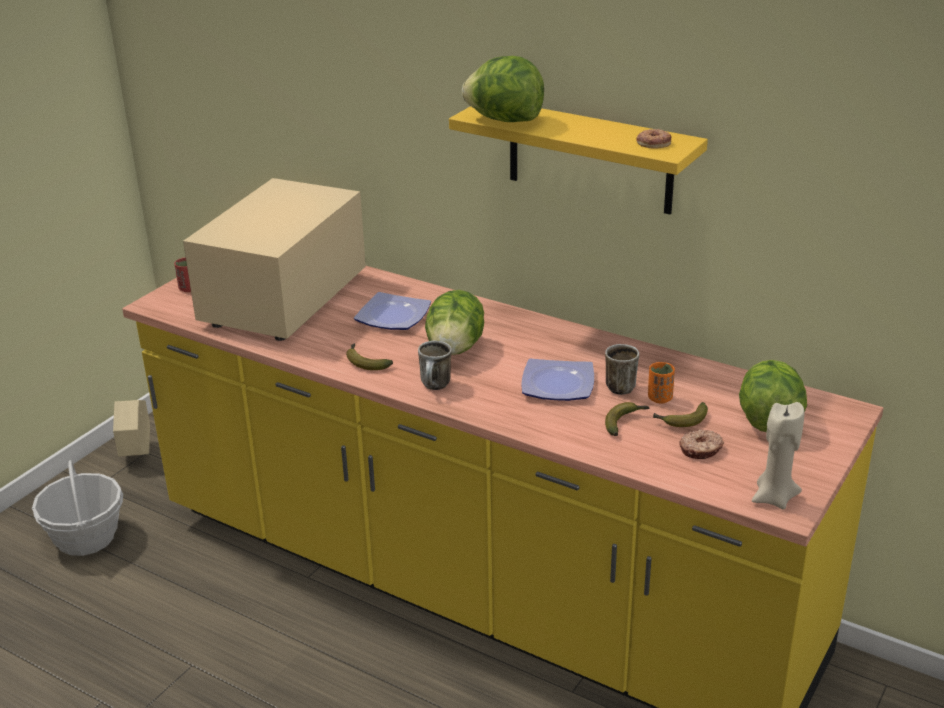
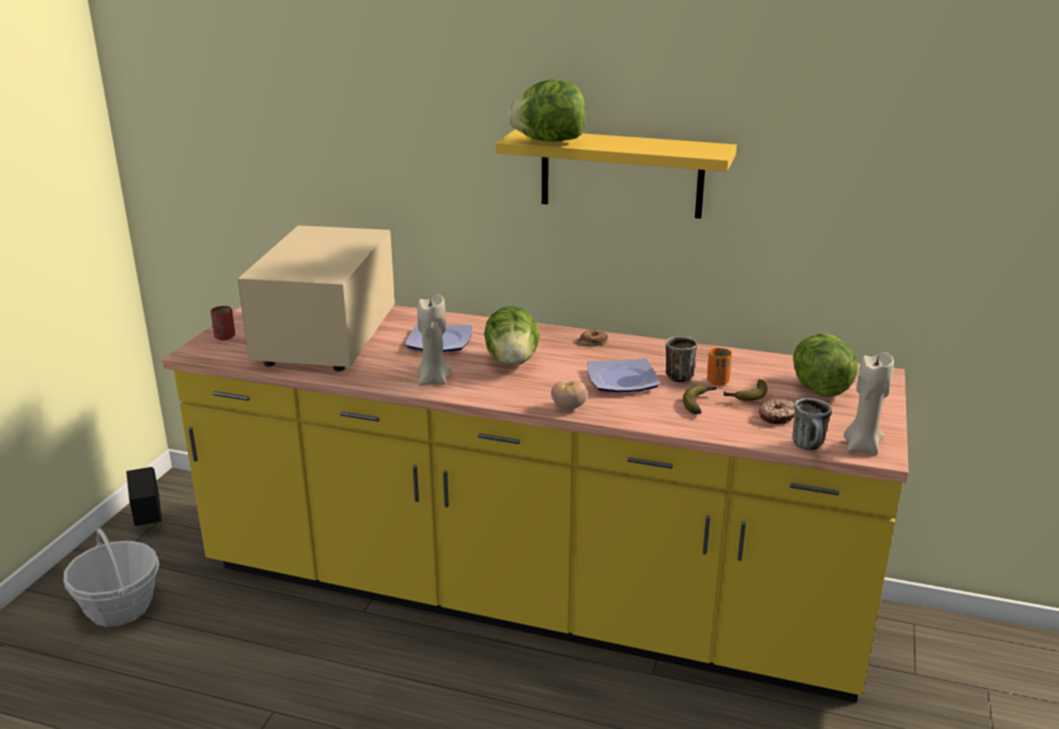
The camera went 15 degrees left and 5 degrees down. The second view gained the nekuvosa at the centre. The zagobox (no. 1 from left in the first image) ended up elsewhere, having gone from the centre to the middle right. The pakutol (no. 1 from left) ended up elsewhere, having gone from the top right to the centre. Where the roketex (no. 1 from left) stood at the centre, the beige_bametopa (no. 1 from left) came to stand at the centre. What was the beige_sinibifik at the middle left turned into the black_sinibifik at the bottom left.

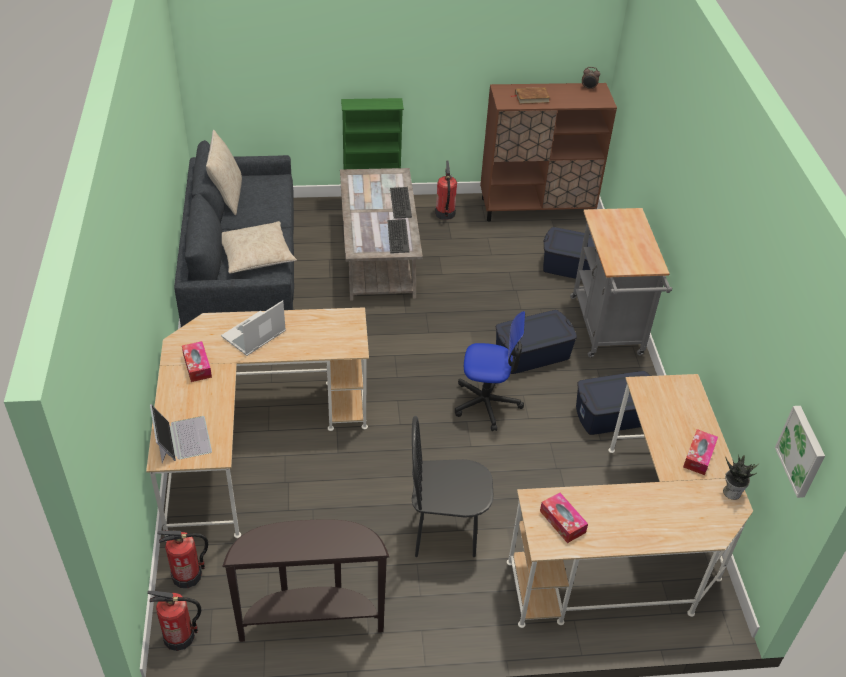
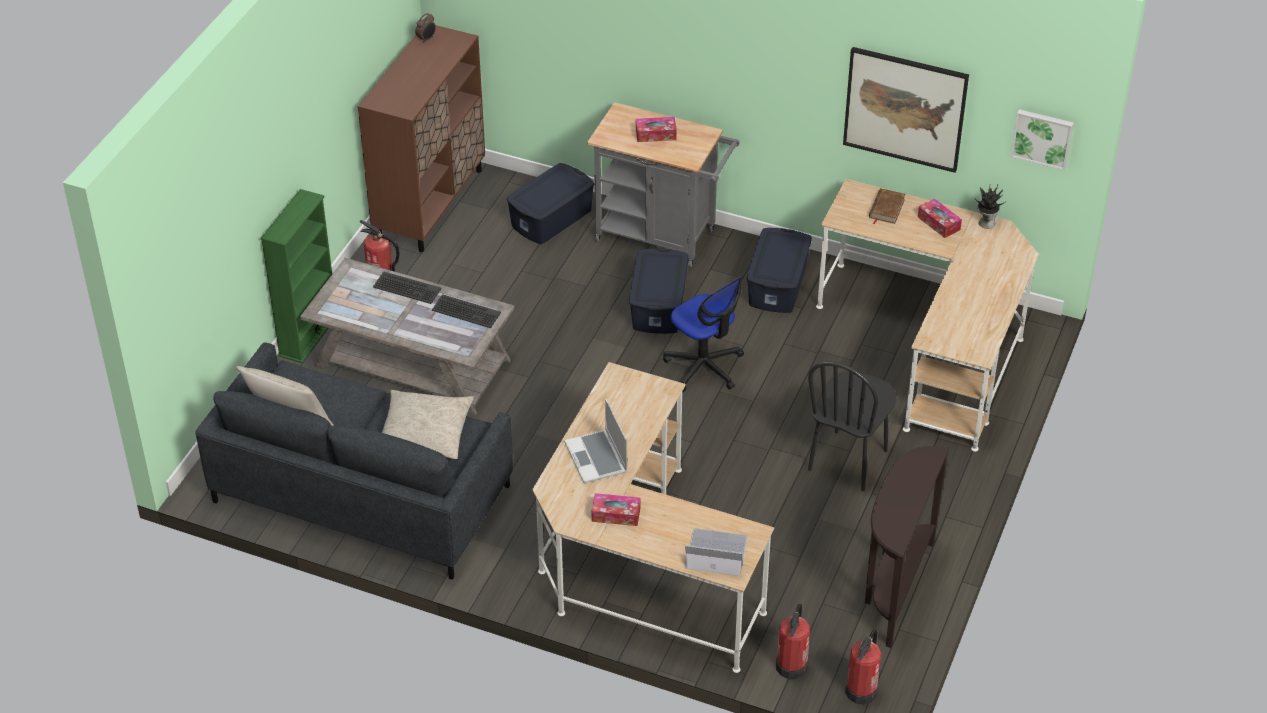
The camera went 60 degrees left and 0 degrees up. The second view gained the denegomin (no. 1 from left) at the top right. The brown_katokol ended up elsewhere, having gone from the top centre to the top right. The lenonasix (no. 2 from left) ended up elsewhere, having gone from the bottom right to the top centre. The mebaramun at the centre ended up facing another way, 105 degrees clockwise from before.

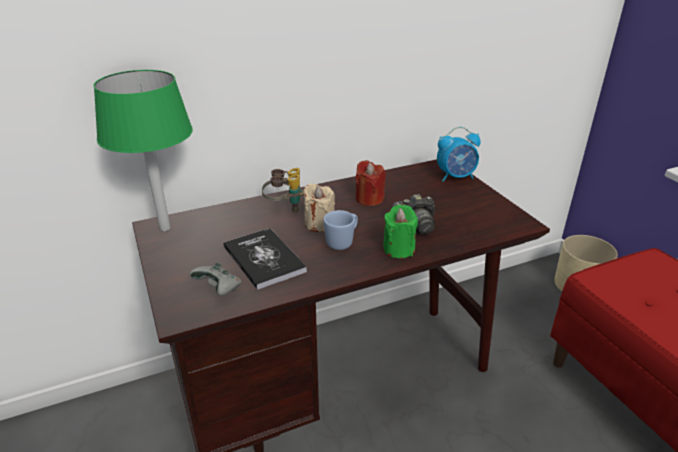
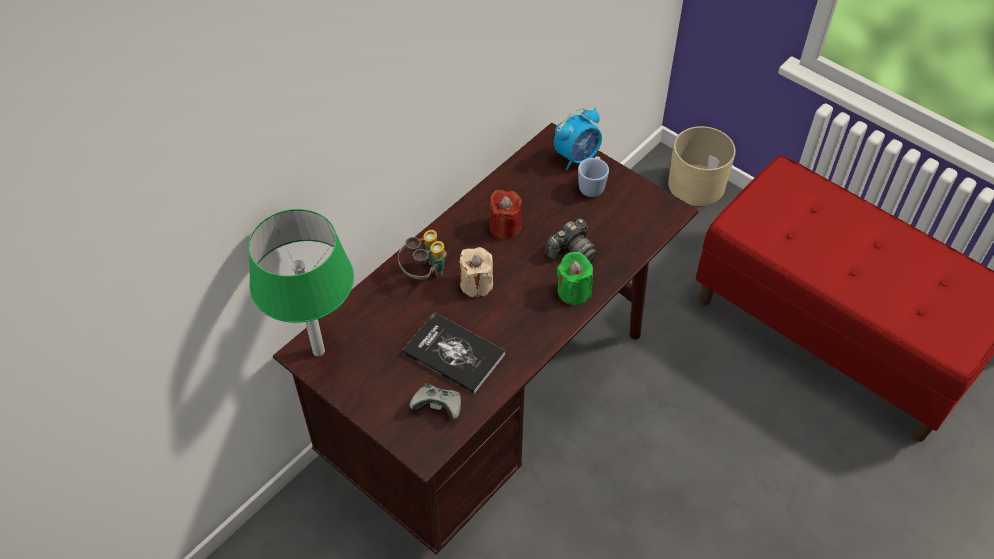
The camera went 25 degrees left and 20 degrees up. The blue_zagobox ended up elsewhere, having gone from the centre to the top centre.

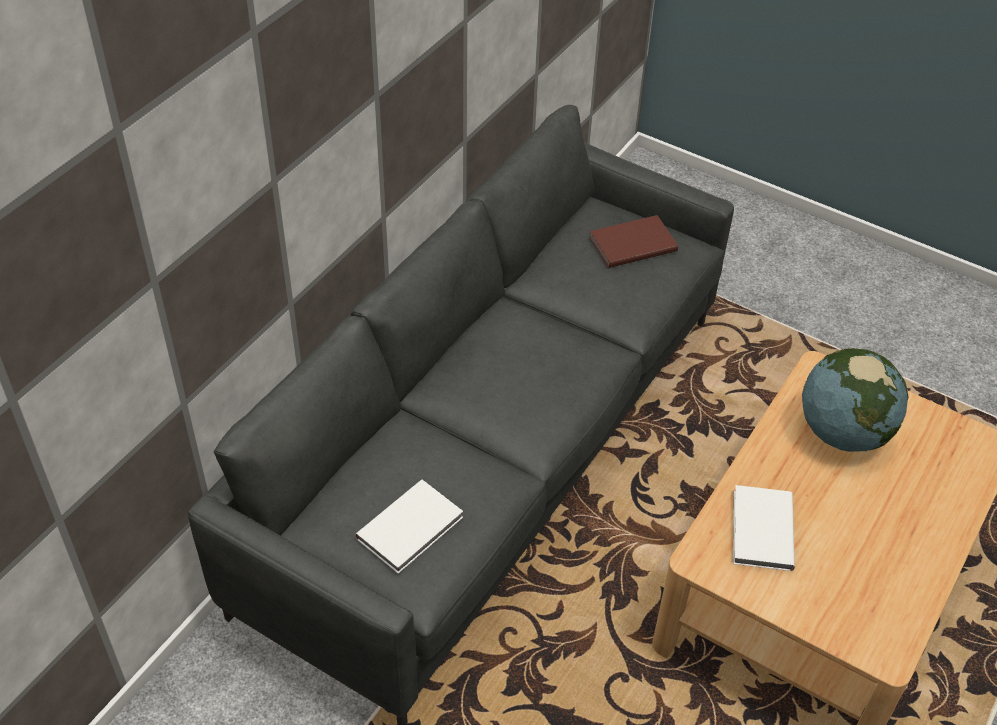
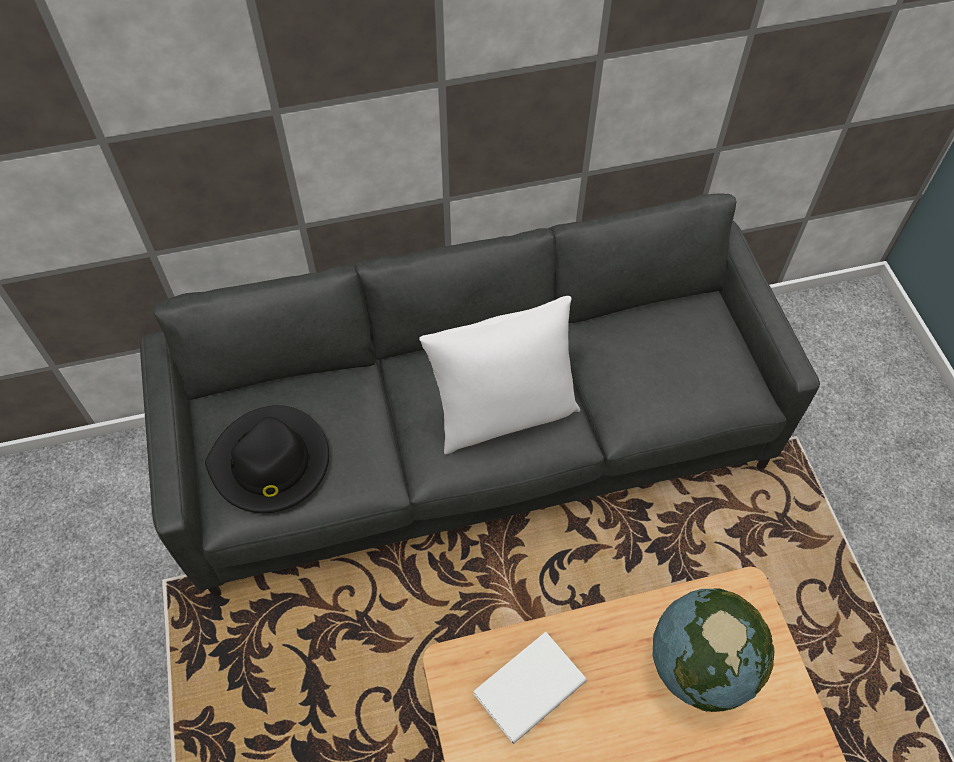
The camera went 45 degrees right and 10 degrees up. The second view lost the brown_katokol at the top centre. The second view gained the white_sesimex at the centre. Where the white_katokol (no. 1 from left) stood at the bottom centre, the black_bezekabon came to stand at the middle left.

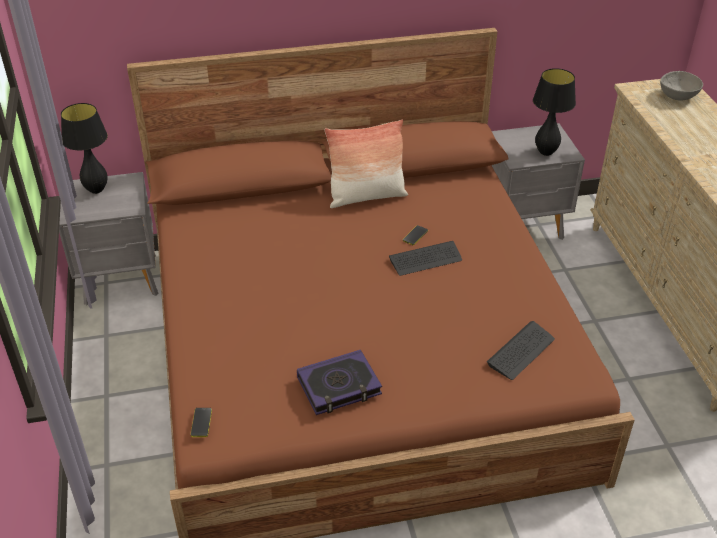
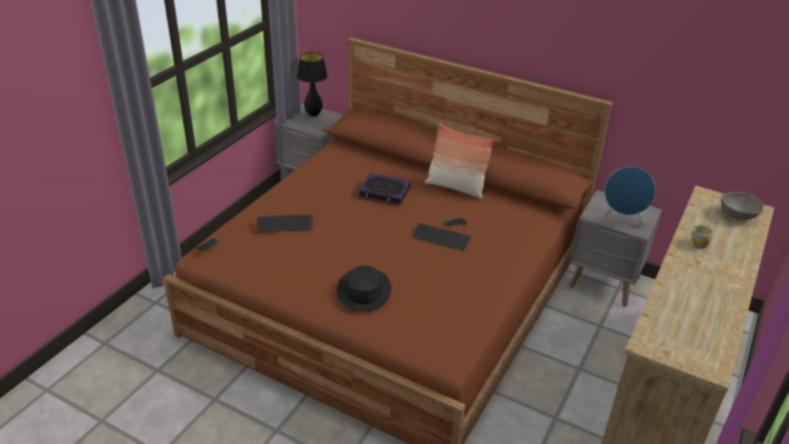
The camera went 40 degrees right and 5 degrees down. The second view gained the black_bezekabon at the centre. The second view gained the zagobox at the middle right. The katokol ended up elsewhere, having gone from the bottom centre to the centre. The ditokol (no. 2 from left in the first image) ended up elsewhere, having gone from the middle right to the centre. Where the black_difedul (no. 2 from left) stood at the top right, the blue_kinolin came to stand at the middle right.

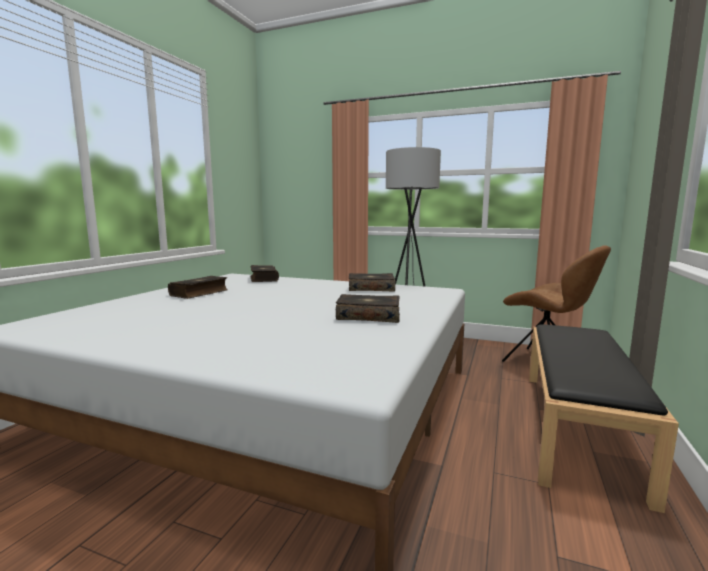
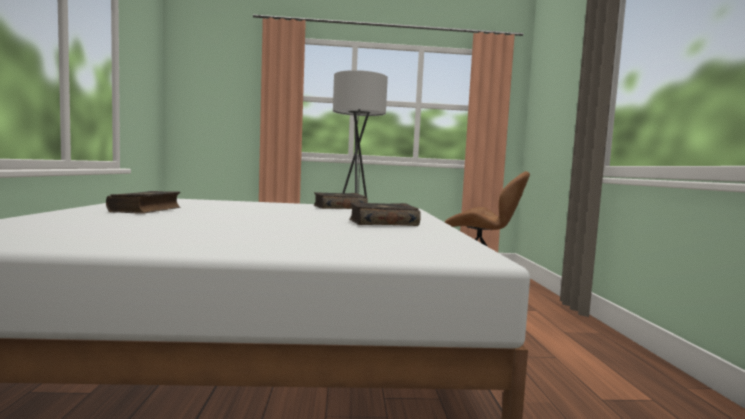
The camera went 25 degrees left and 5 degrees down. The second view lost the katokol (no. 2 from left) at the centre. The second view lost the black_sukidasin at the bottom right.

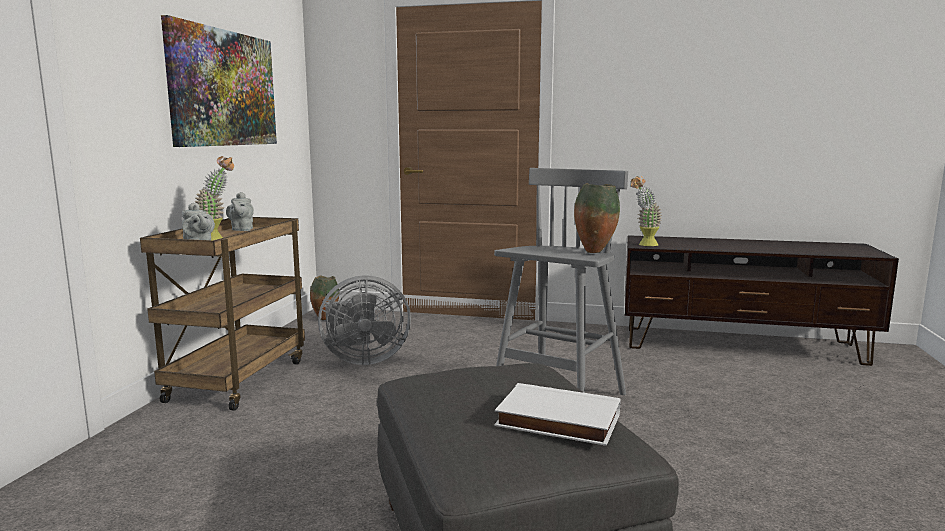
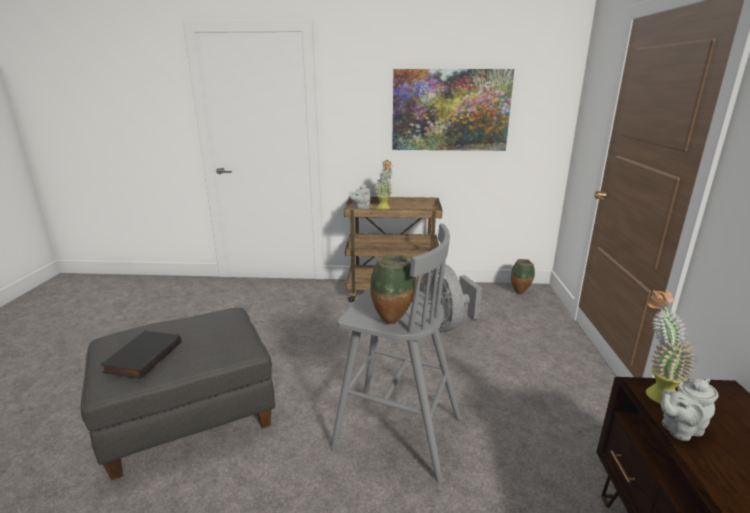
The camera went 80 degrees right and 10 degrees up. The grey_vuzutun (no. 2 from left) ended up elsewhere, having gone from the middle left to the bottom right. What was the white_katokol at the bottom centre turned into the black_katokol at the bottom left.

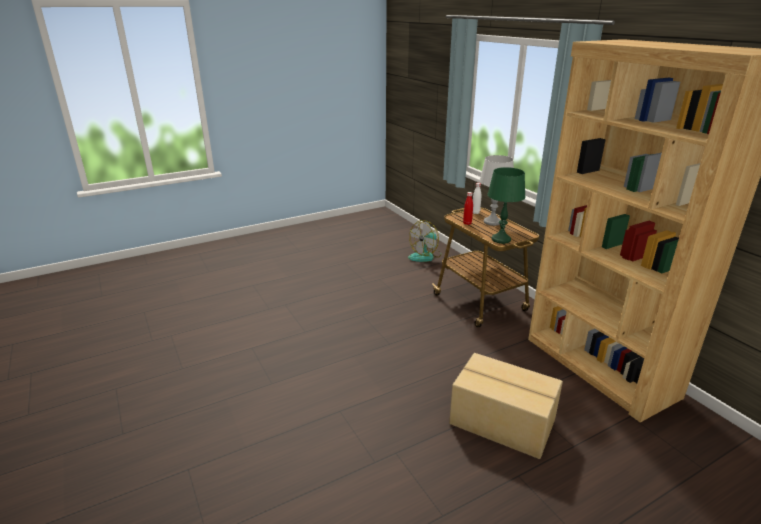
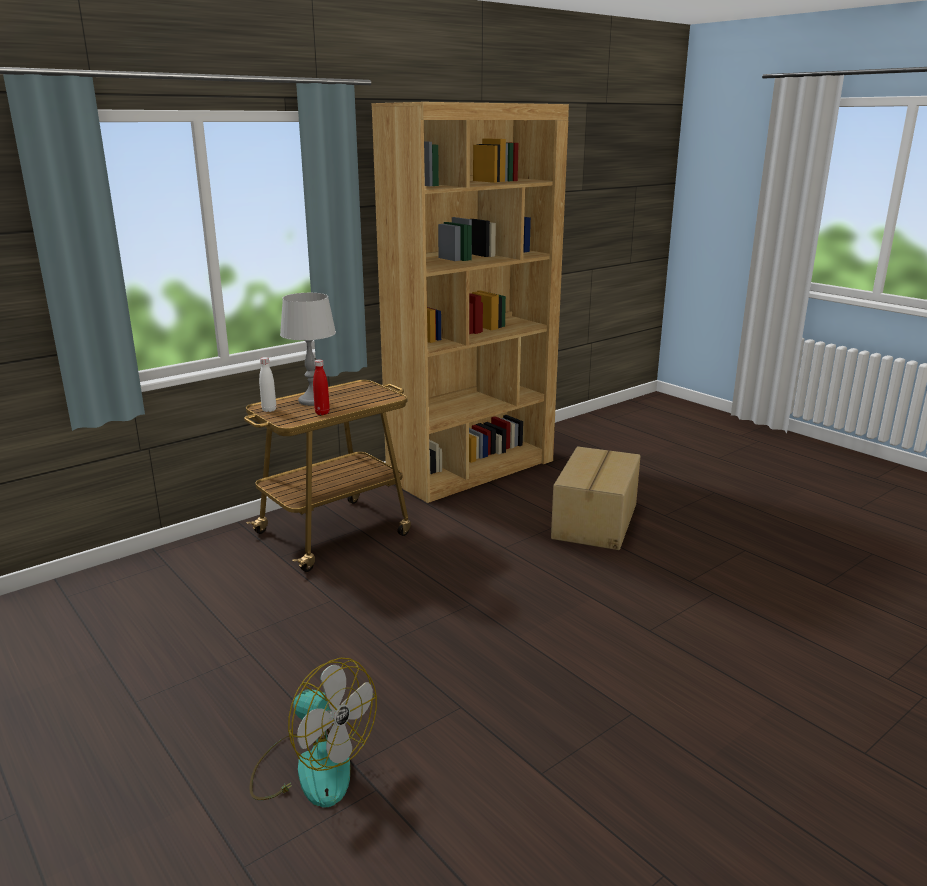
The camera went 100 degrees left and 5 degrees down. The second view lost the green_difedul at the centre. The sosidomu ended up elsewhere, having gone from the centre to the bottom centre.

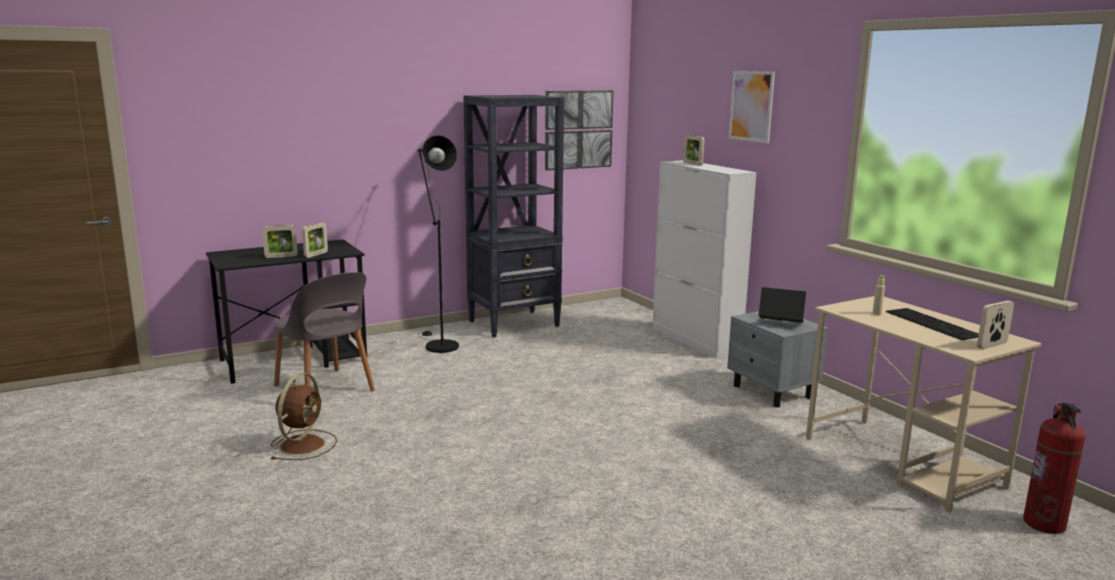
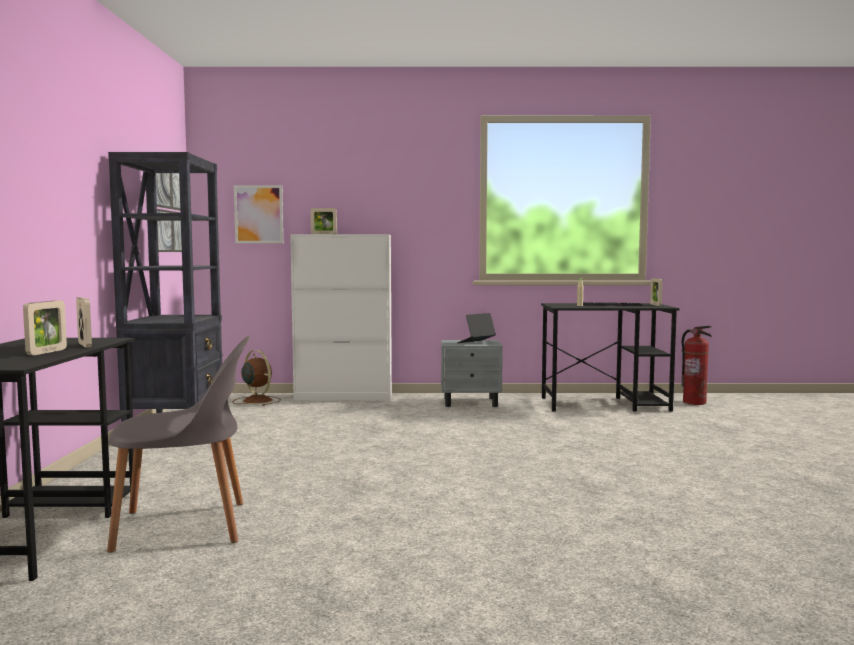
The camera went 60 degrees left and 10 degrees down. The second view lost the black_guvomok at the centre. The brown_sosidomu ended up elsewhere, having gone from the bottom left to the middle left. The denegomin (no. 2 from left) ended up elsewhere, having gone from the top right to the top left. What was the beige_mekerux at the bottom right turned into the black_mekerux (no. 2 from left) at the middle right.

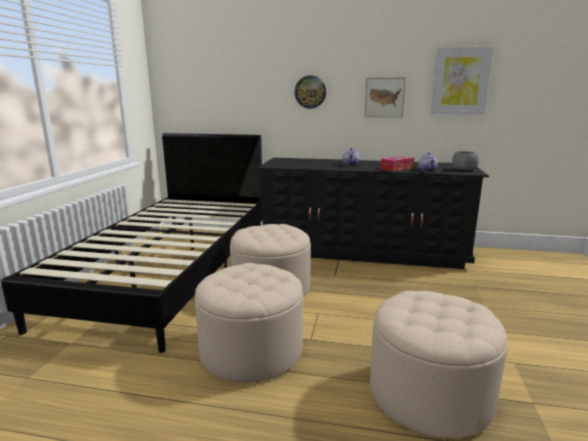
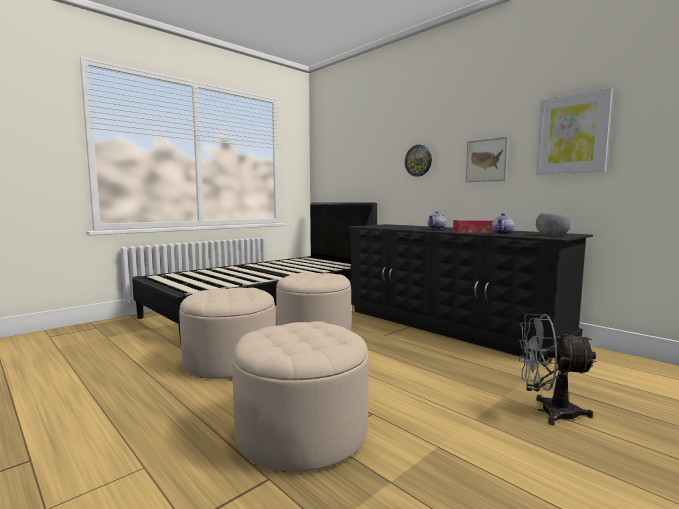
The camera went 35 degrees right and 10 degrees down. The second view gained the grey_sosidomu at the bottom right.

